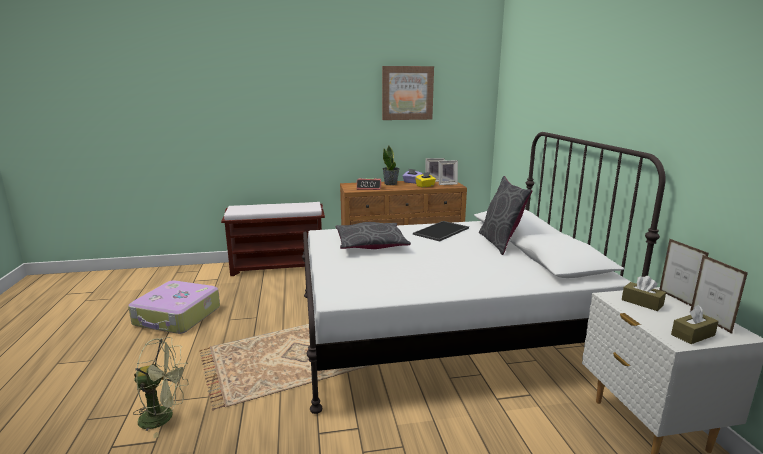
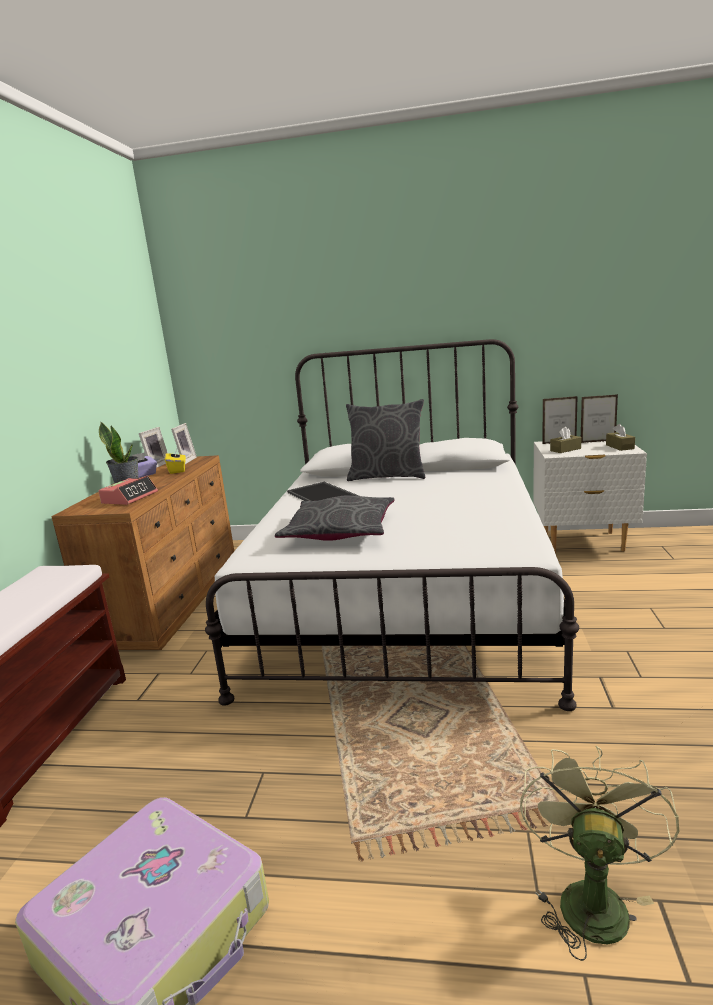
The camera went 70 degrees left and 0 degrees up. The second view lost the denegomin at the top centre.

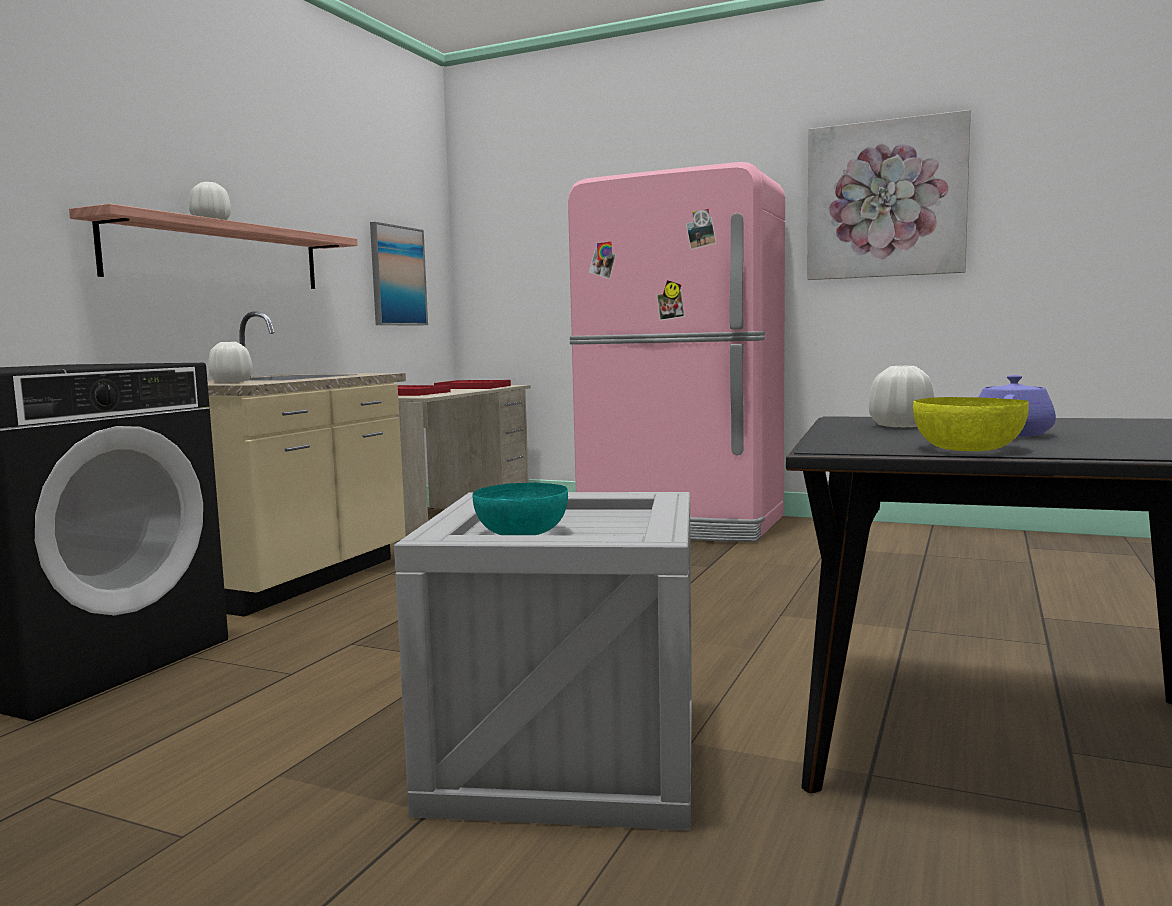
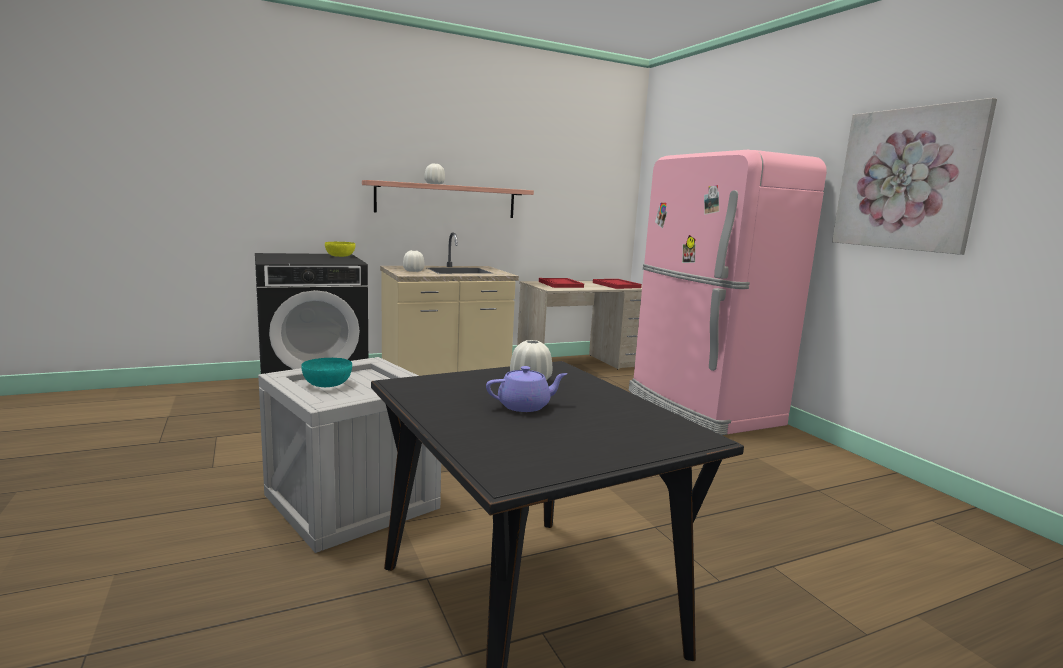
The camera went 40 degrees right and 5 degrees up. The second view lost the denegomin (no. 1 from left) at the top centre. The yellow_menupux ended up elsewhere, having gone from the middle right to the middle left.

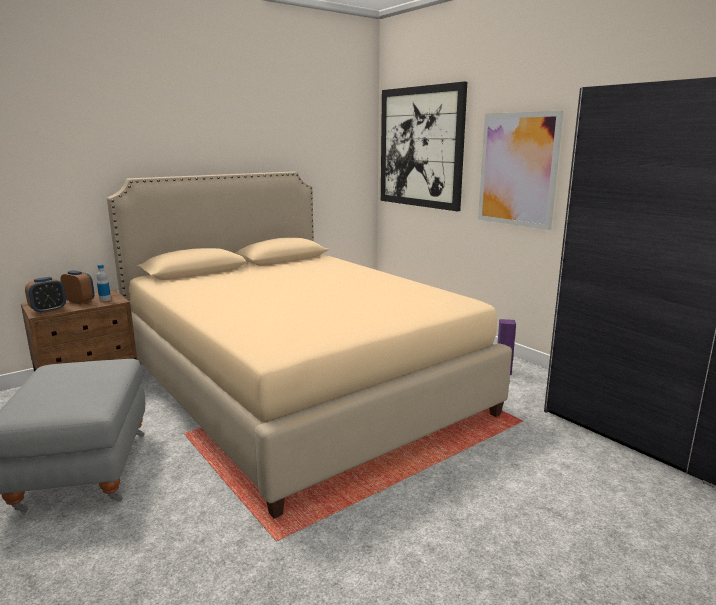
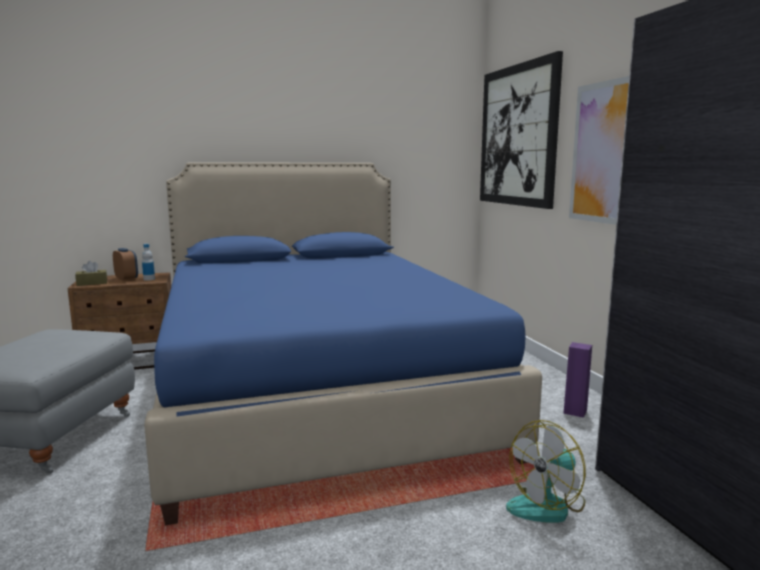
The camera went 20 degrees right and 5 degrees down. The second view gained the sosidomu at the bottom right. Where the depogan (no. 1 from left) stood at the middle left, the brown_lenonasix came to stand at the middle left. What was the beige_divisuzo at the centre turned into the blue_divisuzo at the centre.

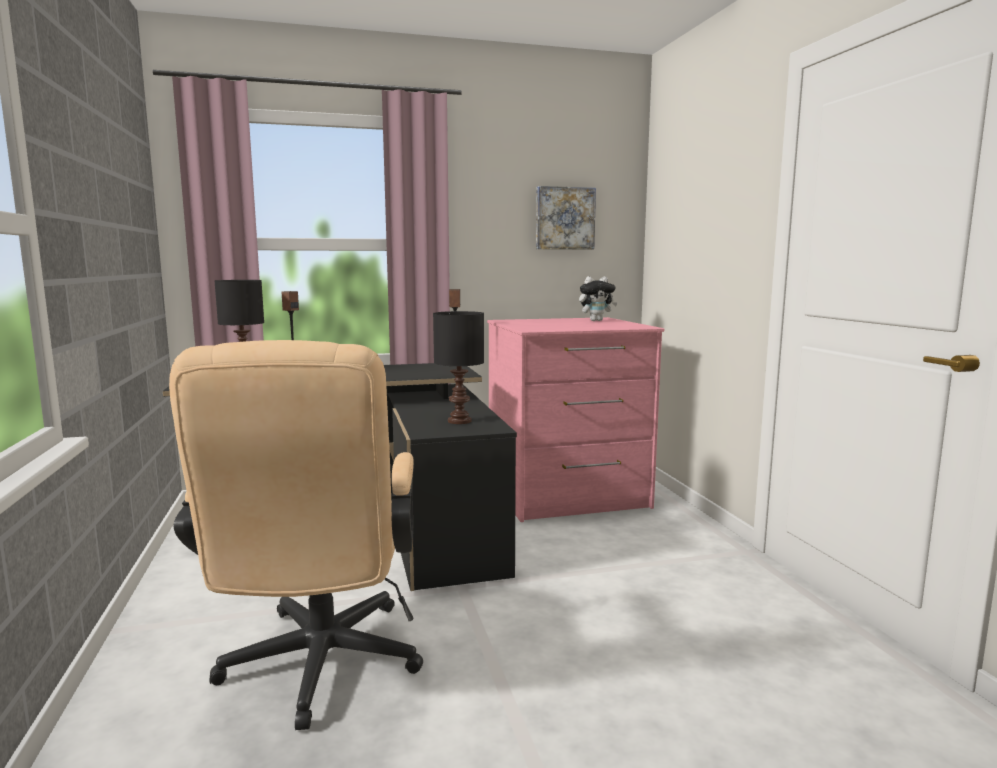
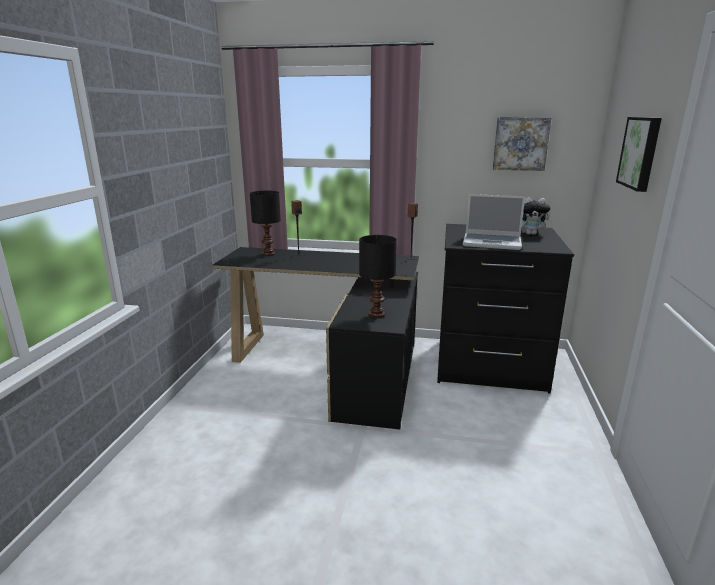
The camera went 25 degrees right and 10 degrees up. The second view lost the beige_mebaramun at the bottom left. The second view gained the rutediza at the middle right. The second view gained the denegomin (no. 2 from left) at the top right. What was the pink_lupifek at the centre turned into the black_lupifek at the middle right.

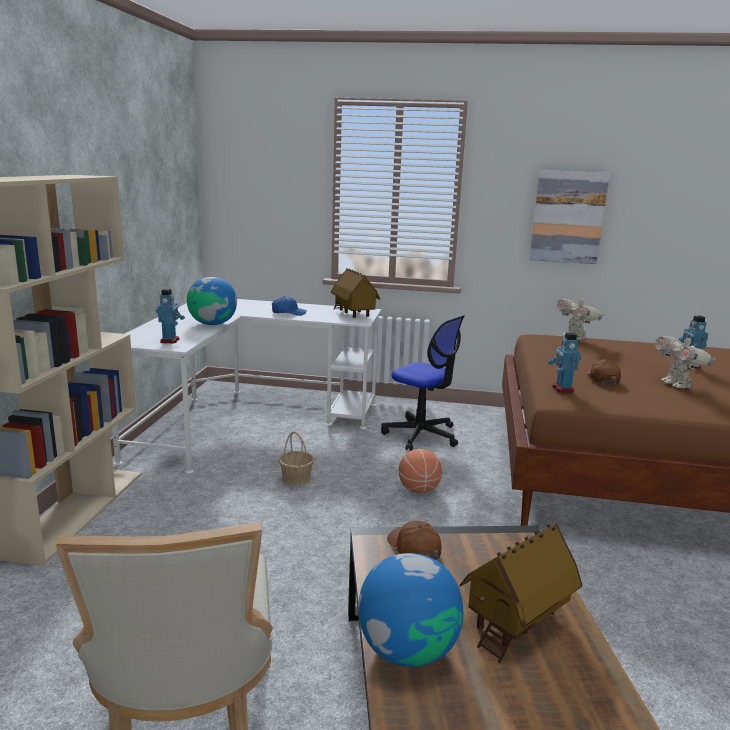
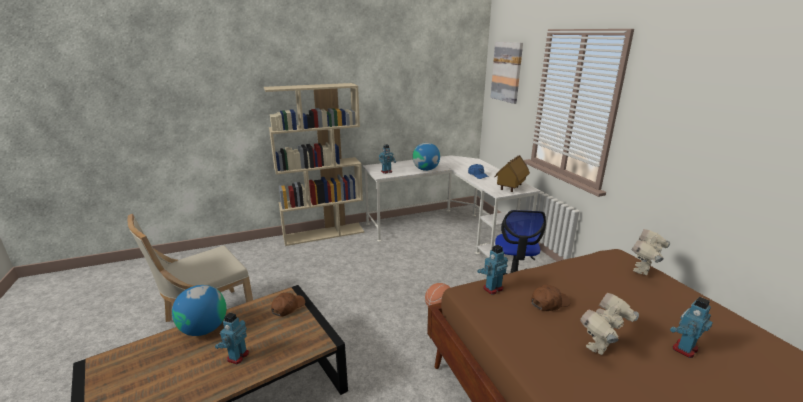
The camera went 60 degrees right and 5 degrees up. The second view lost the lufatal at the centre. The denegomin ended up elsewhere, having gone from the top right to the top centre. Where the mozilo (no. 2 from left) stood at the bottom right, the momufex (no. 1 from left) came to stand at the bottom left.

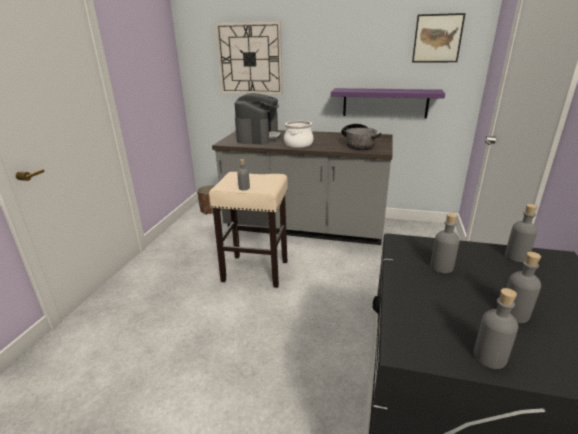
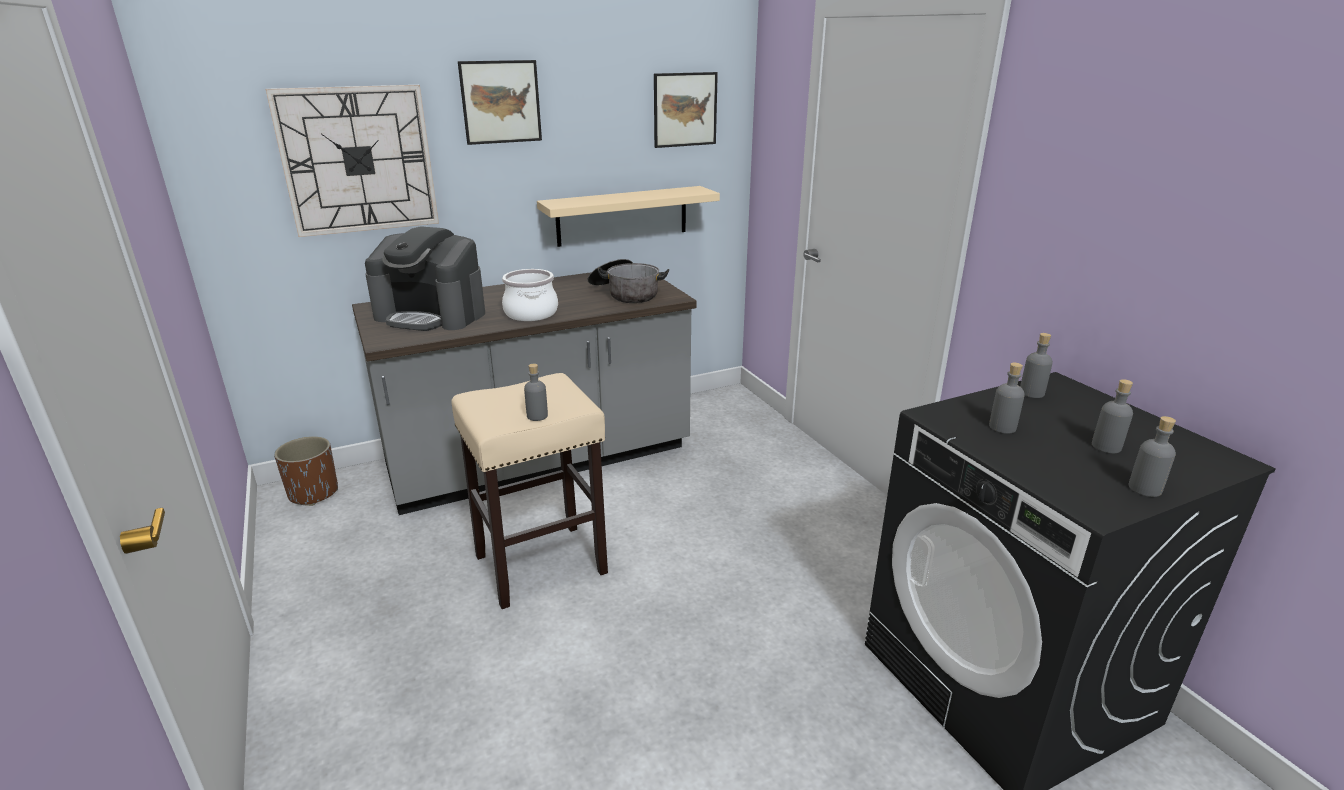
The camera went 40 degrees left and 0 degrees up. The second view gained the denegomin (no. 1 from left) at the top centre. What was the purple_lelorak at the top right turned into the beige_lelorak at the top centre. The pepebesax at the top centre ended up facing another way, 135 degrees clockwise from before.

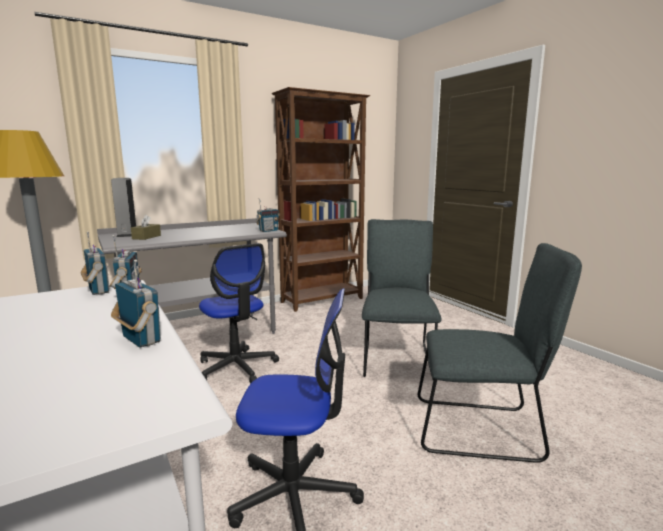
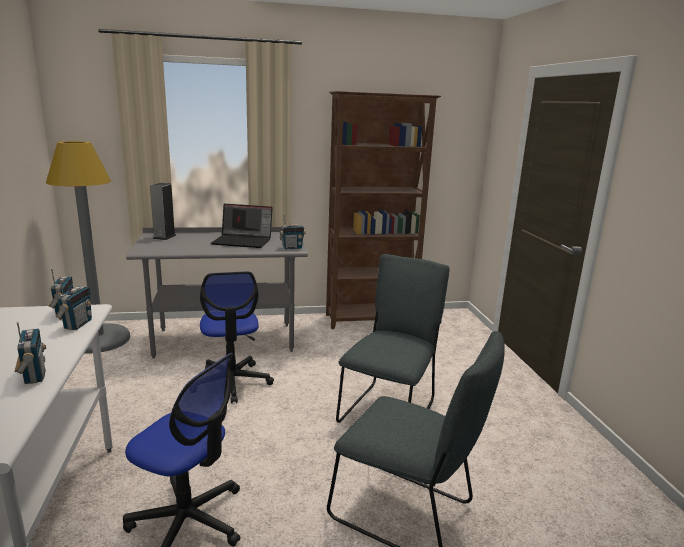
The camera went 20 degrees right and 5 degrees up. The second view lost the brown_lenonasix at the middle left. The second view gained the rutediza at the centre.

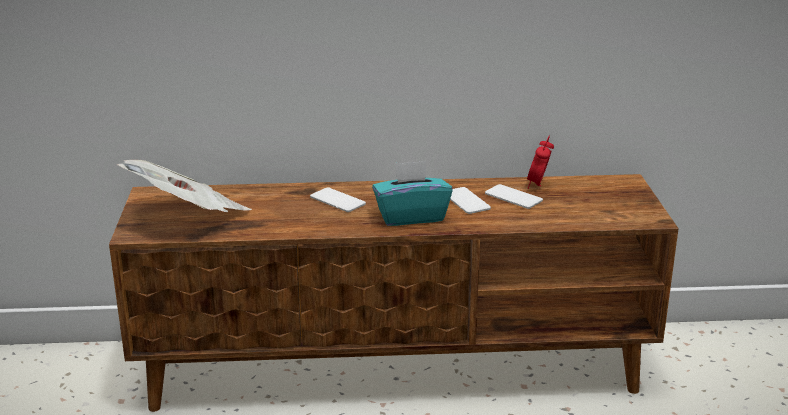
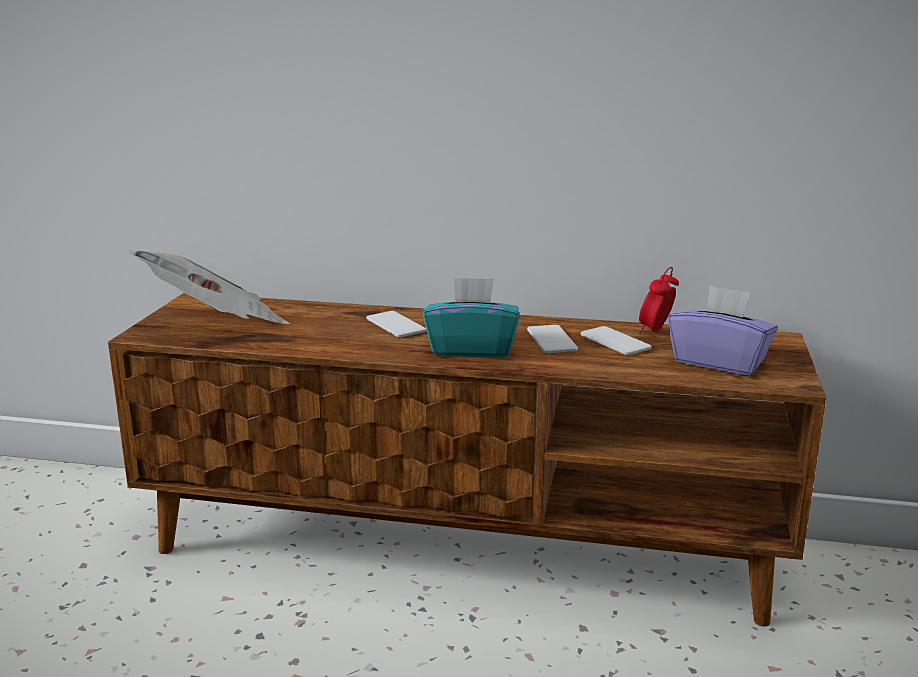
The camera went 15 degrees right and 5 degrees down. The second view gained the purple_lenonasix at the middle right.

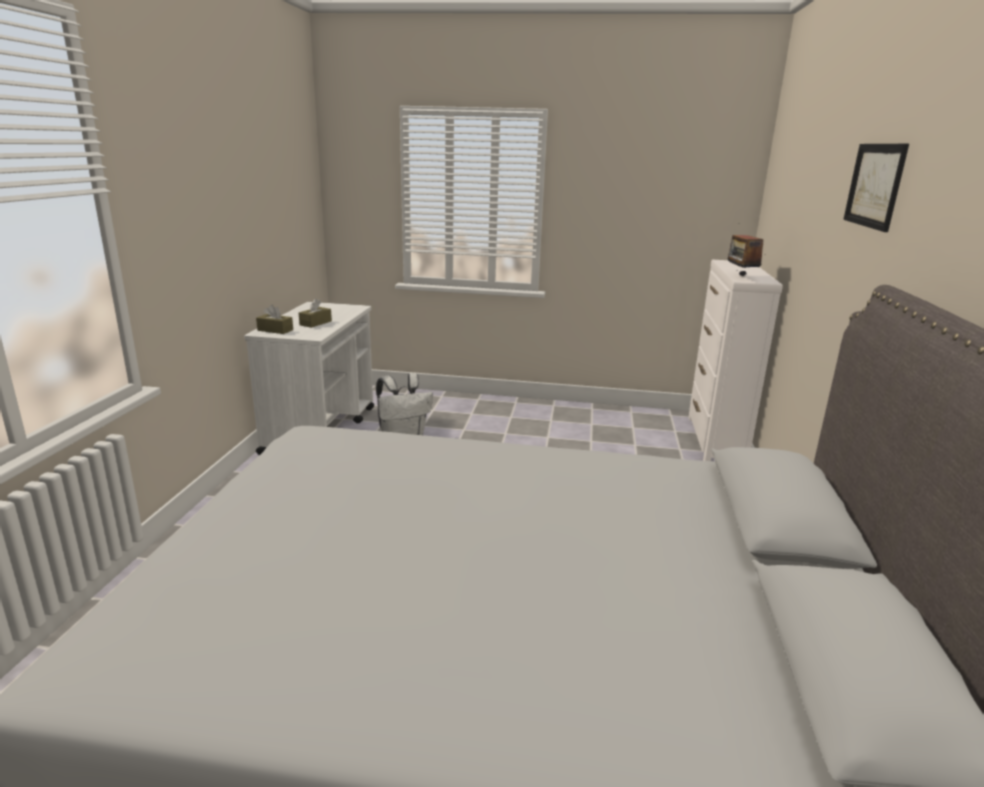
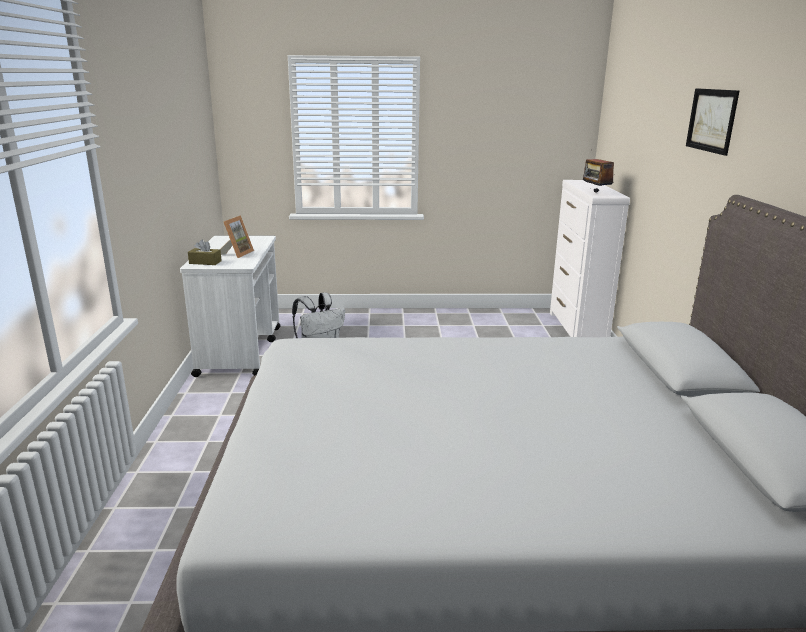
The camera went 10 degrees left and 0 degrees up. Where the brown_lenonasix (no. 2 from left) stood at the middle left, the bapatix came to stand at the middle left.

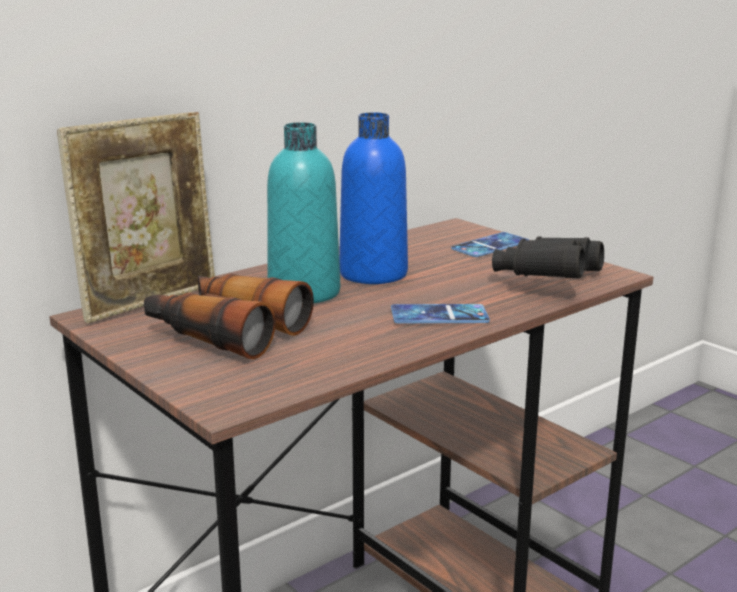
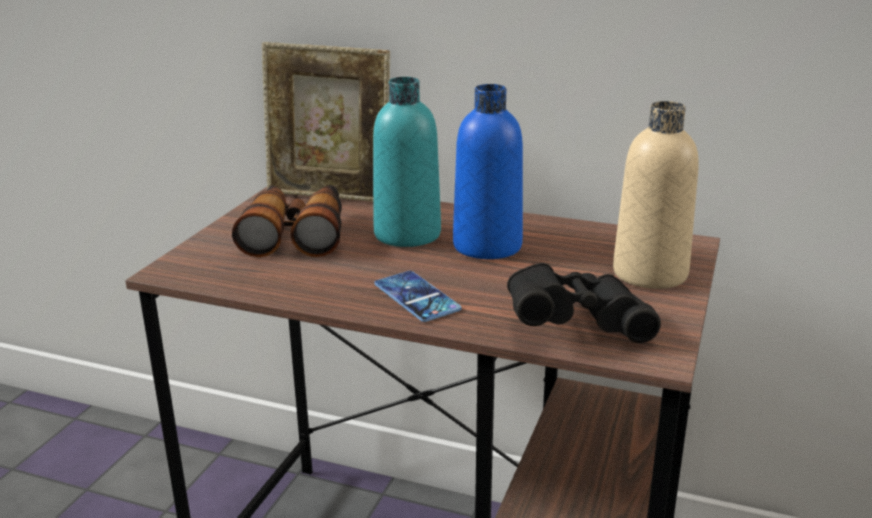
The camera went 60 degrees right and 5 degrees up. Where the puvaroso (no. 2 from left) stood at the centre, the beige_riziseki came to stand at the middle right.

